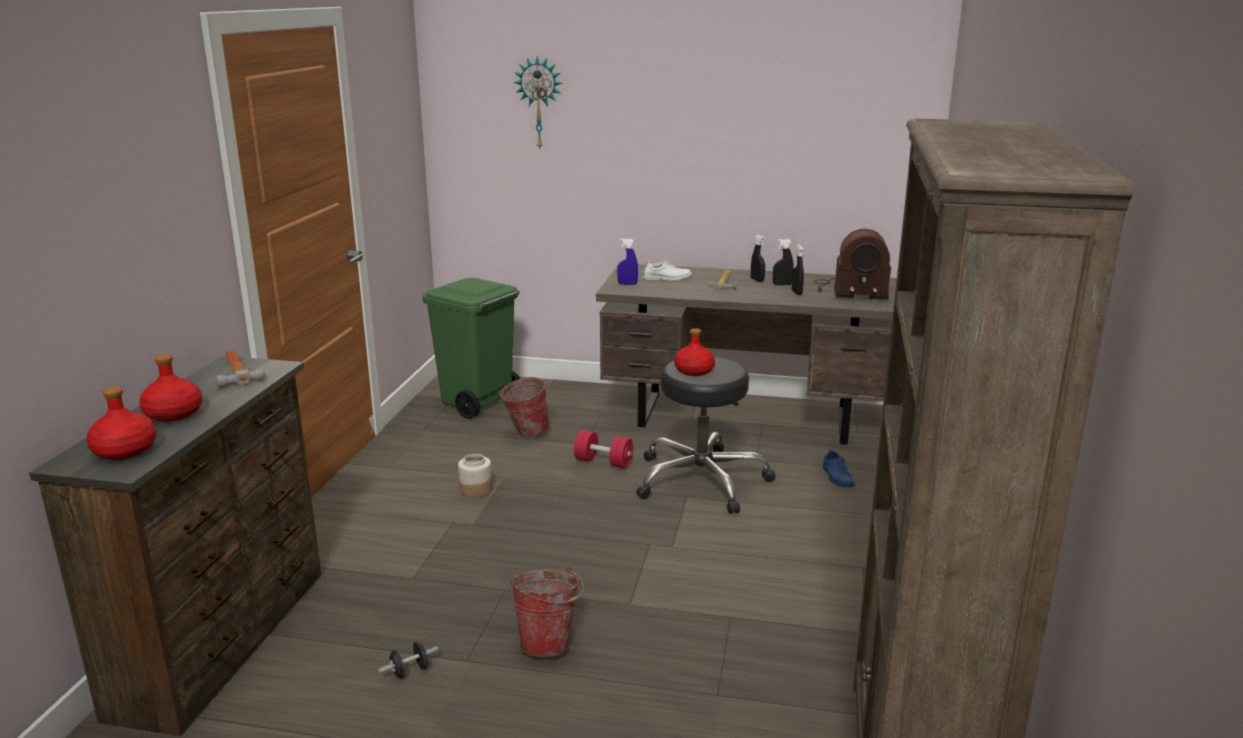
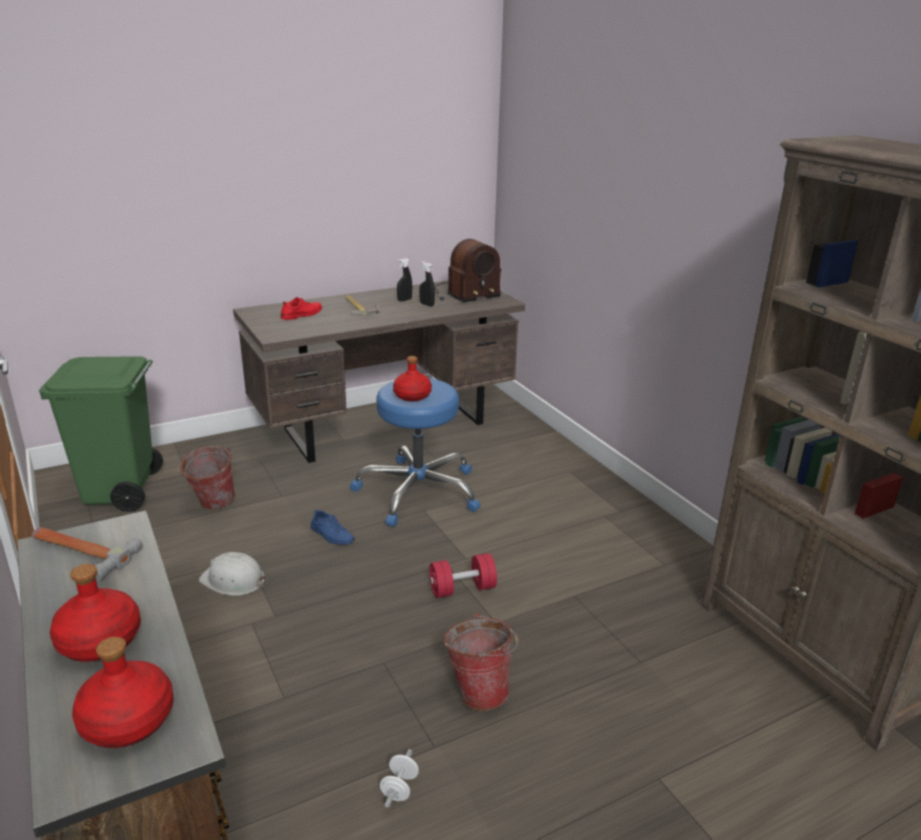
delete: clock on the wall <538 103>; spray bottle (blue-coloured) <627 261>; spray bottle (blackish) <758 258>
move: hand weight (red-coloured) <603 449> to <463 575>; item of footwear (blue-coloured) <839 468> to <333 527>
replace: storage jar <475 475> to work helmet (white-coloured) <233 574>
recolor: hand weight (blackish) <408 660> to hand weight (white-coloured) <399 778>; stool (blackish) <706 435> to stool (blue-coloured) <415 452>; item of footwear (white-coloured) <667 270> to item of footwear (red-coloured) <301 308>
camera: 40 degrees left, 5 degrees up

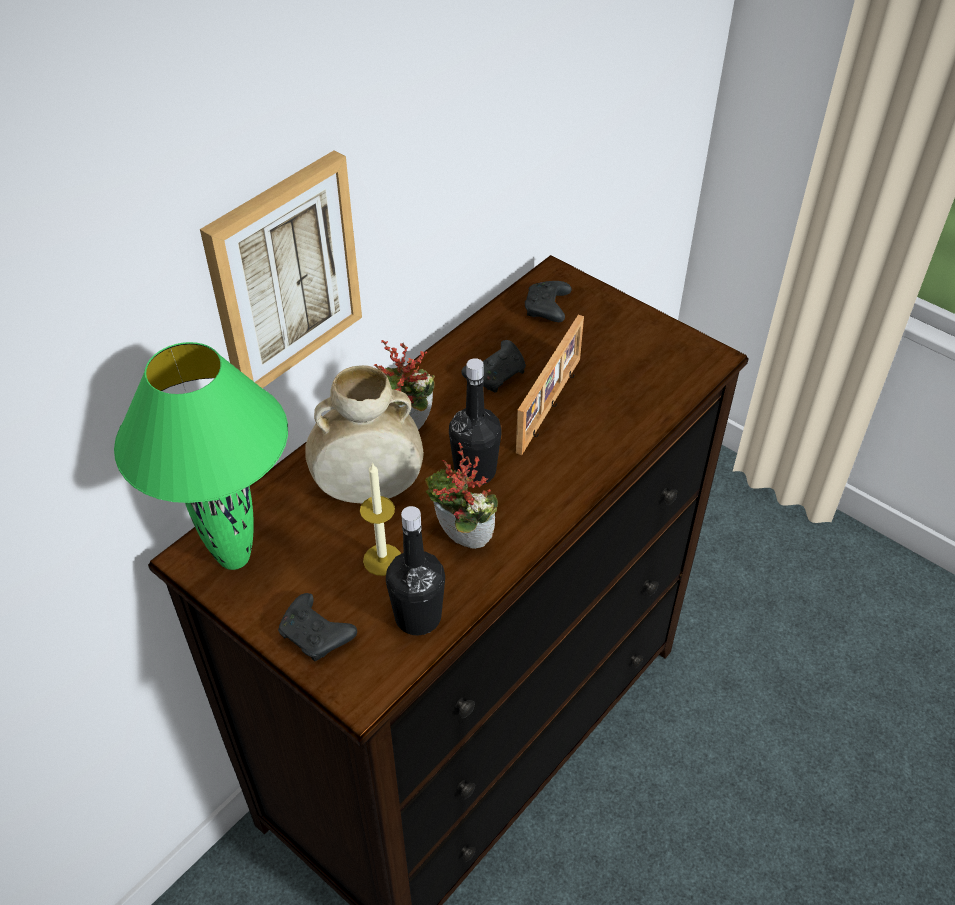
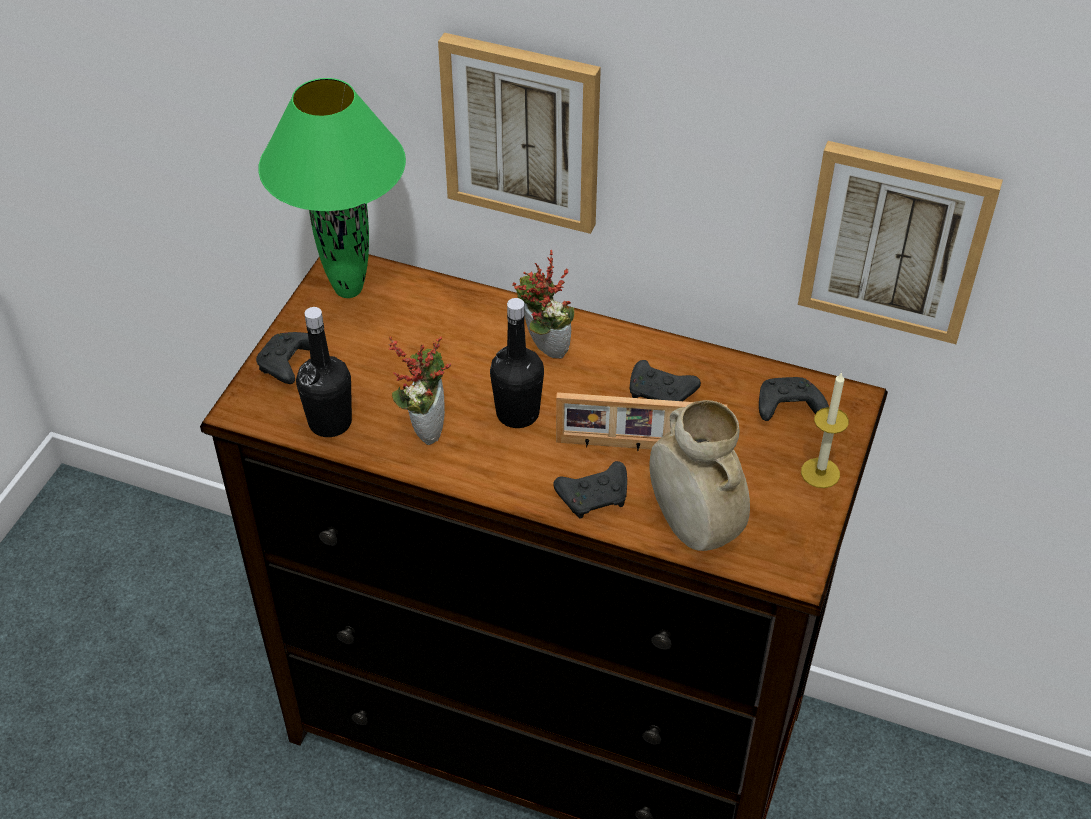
insert: game controller (blackish) <590 490>; wall picture <900 242>
move: vase (beige) <364 434> to <700 475>; candle <380 519> to <825 430>
camera: 70 degrees right, 0 degrees up

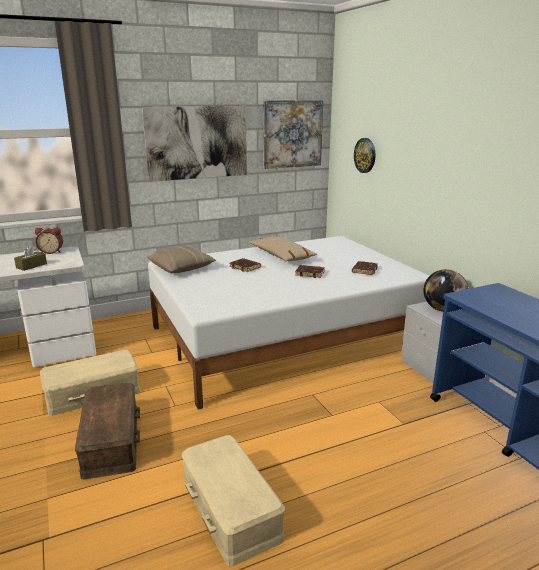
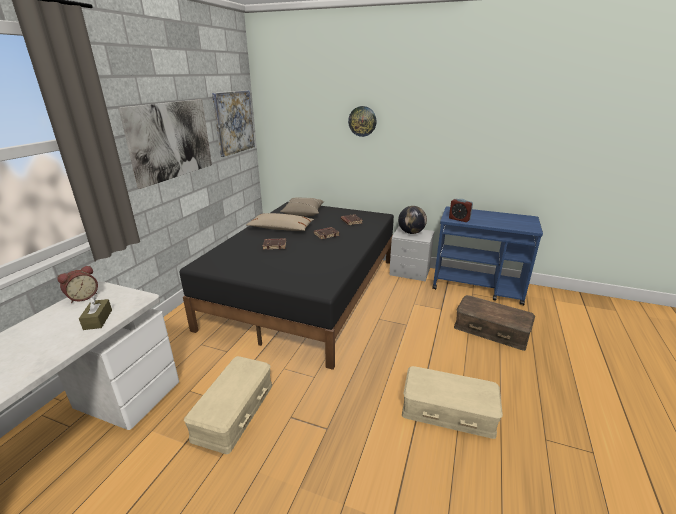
insert: bedside clock <461 210>
move: storage container (brown) <107 431> to <494 323>; throw pillow (beige) <181 259> to <302 206>; clock on the wall <365 155> to <362 121>
recolor: sleeping bed (white-coloured) <288 323> to sleeping bed (blackish) <287 286>
camera: 45 degrees left, 5 degrees up

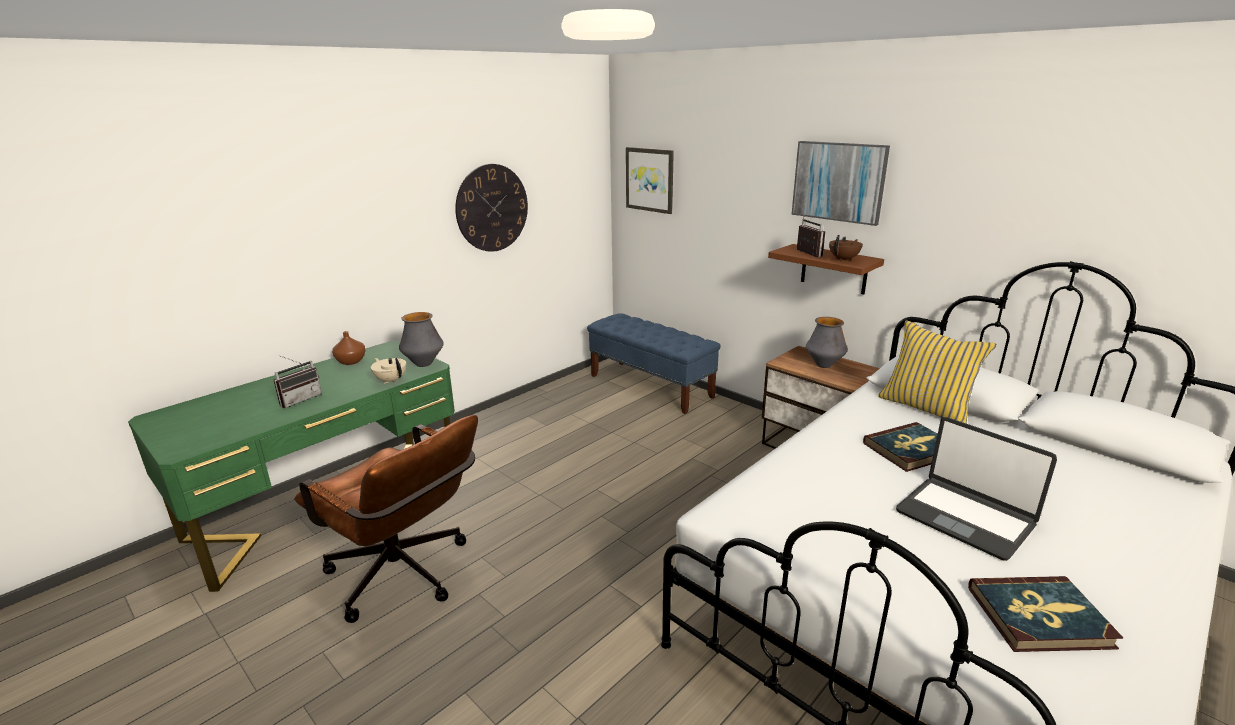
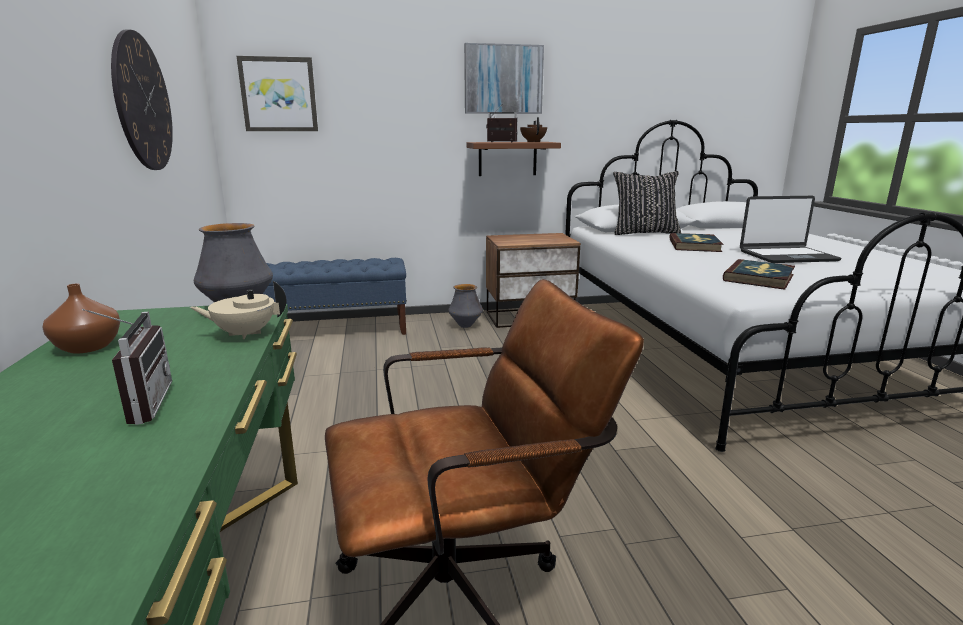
move: vase <827 342> to <465 306>; bound book <1045 614> to <759 274>
recolor: throw pillow (yellow) <937 371> to throw pillow (blackish) <647 203>
camera: 55 degrees left, 5 degrees down

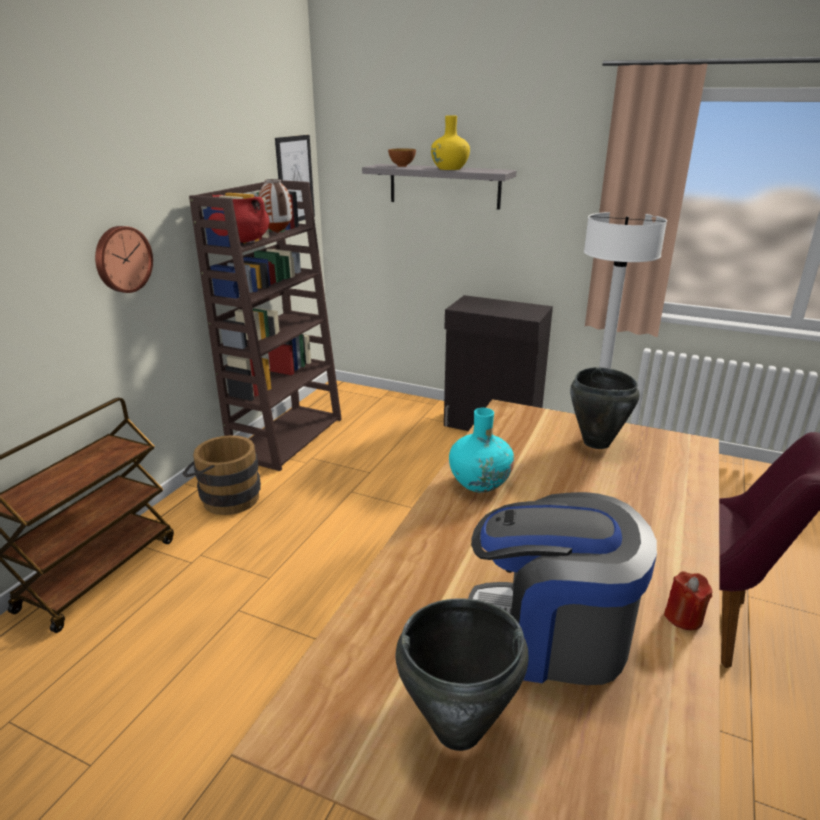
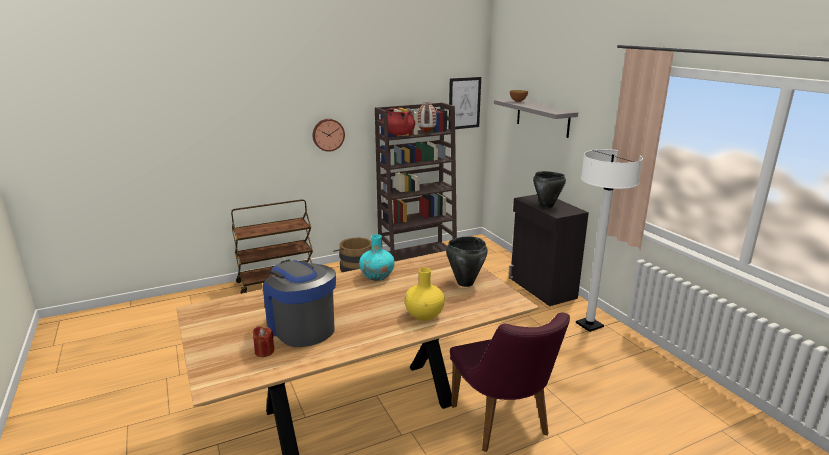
move: saucepot (blackish) <462 674> to <549 189>; vase (yellow) <450 143> to <424 294>; candle (red-coloured) <688 600> to <263 341>
camera: 40 degrees right, 5 degrees down

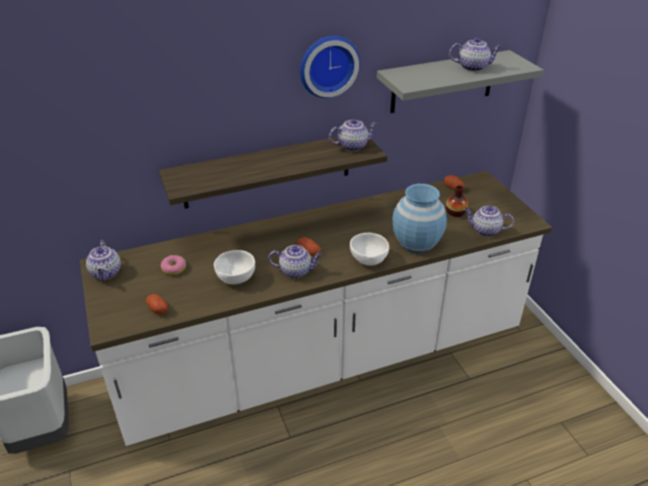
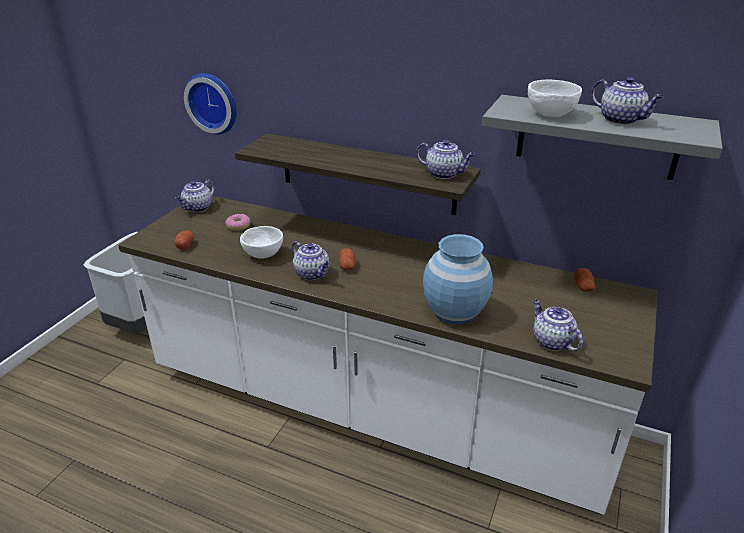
delete: vase <457 201>
move: clock on the wall <330 67> to <210 103>; serving bowl (white-coloured) <369 249> to <555 98>
camera: 45 degrees right, 5 degrees down

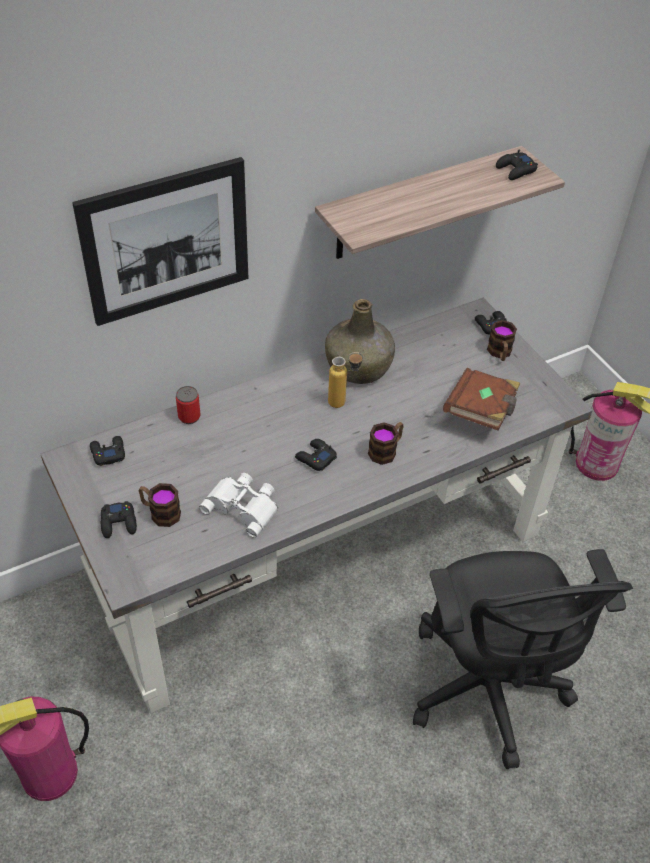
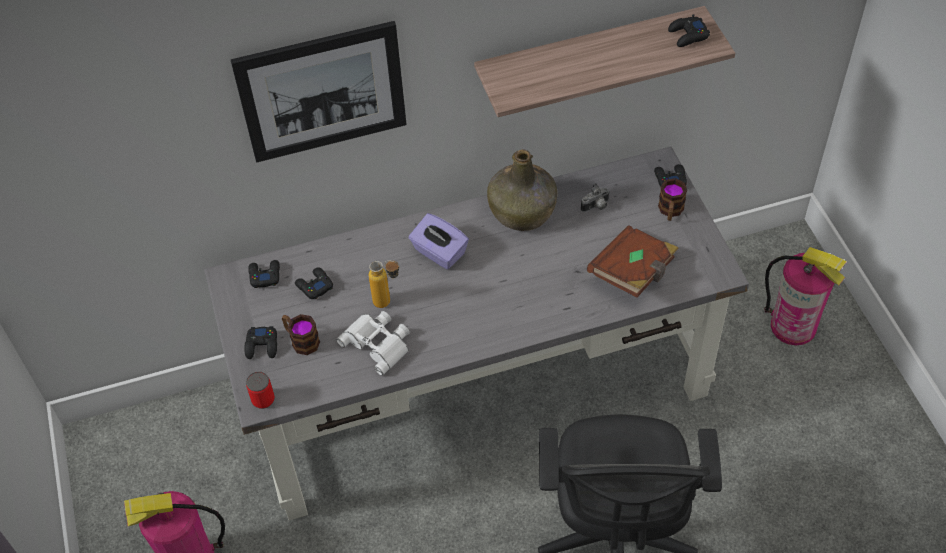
delete: coffee mug <385 443>
insert: box of tissues (purple) <439 241>; still camera <595 197>
move: sealed can <188 405> to <260 390>; game controller (blackish) <316 455> to <314 283>; beverage bottle <346 380> to <384 284>
camera: 15 degrees right, 5 degrees up

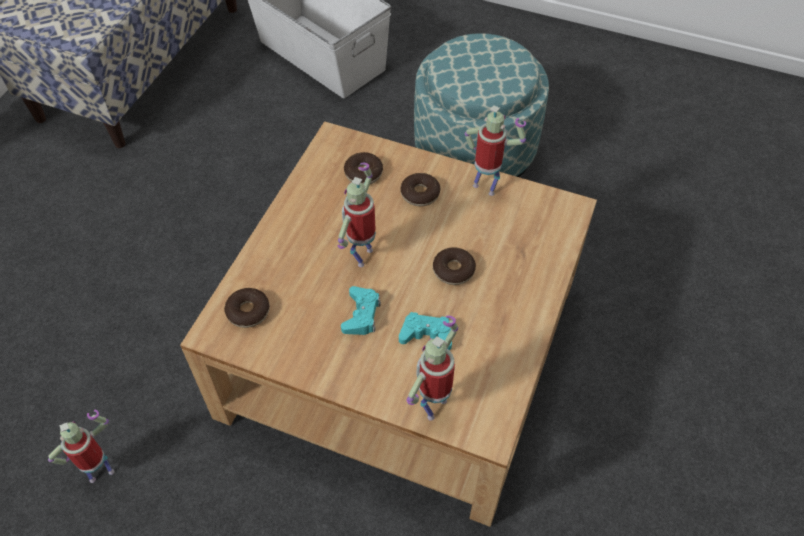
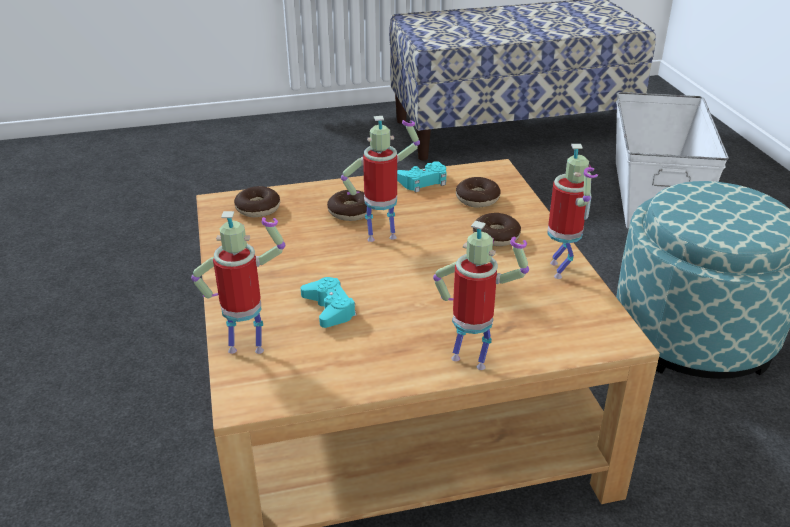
move: model robot <81 446> to <481 295>; game controller (turquoise-coloured) <361 310> to <422 177>; ring doughnut <454 266> to <349 205>
camera: 55 degrees right, 20 degrees down

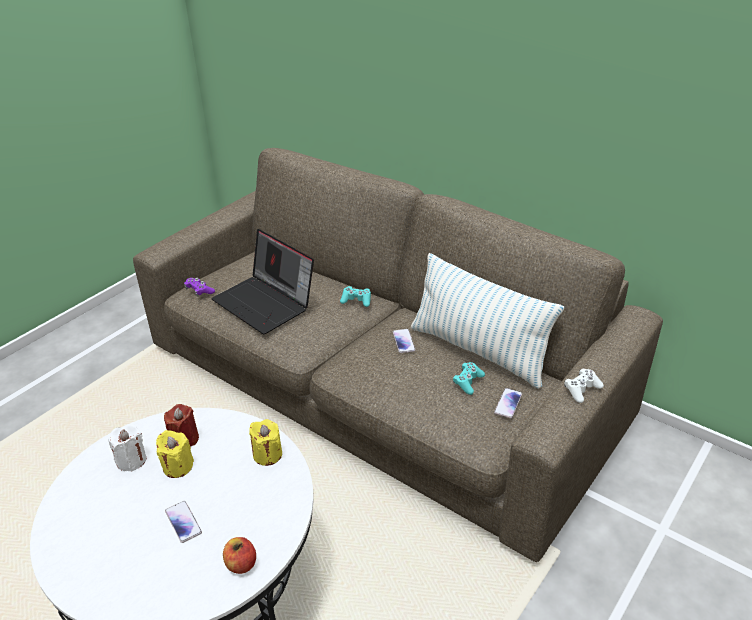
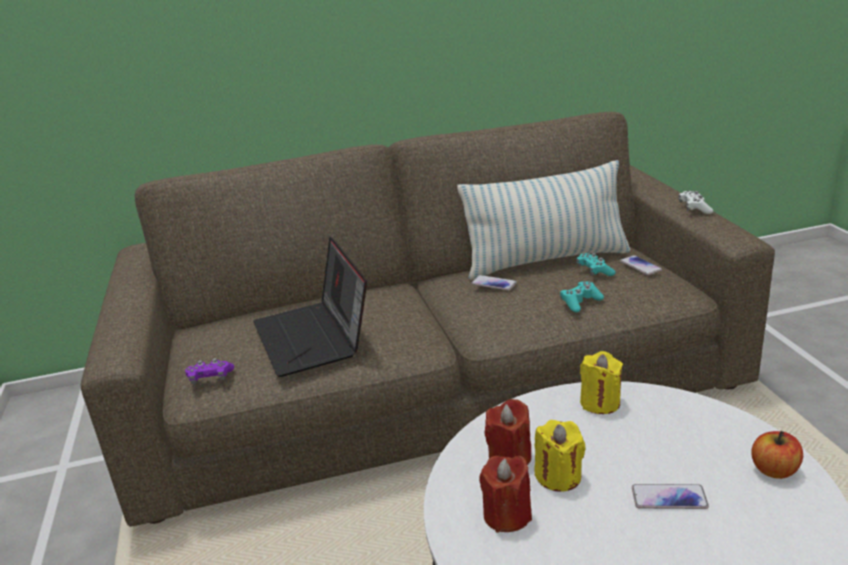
move: game controller (turquoise-coloured) <355 296> to <582 296>
recolor: candle (white-coloured) <127 448> to candle (red-coloured) <505 494>
rotate: notebook computer <262 281> = <310 307> 75 degrees clockwise
camera: 50 degrees left, 10 degrees down

